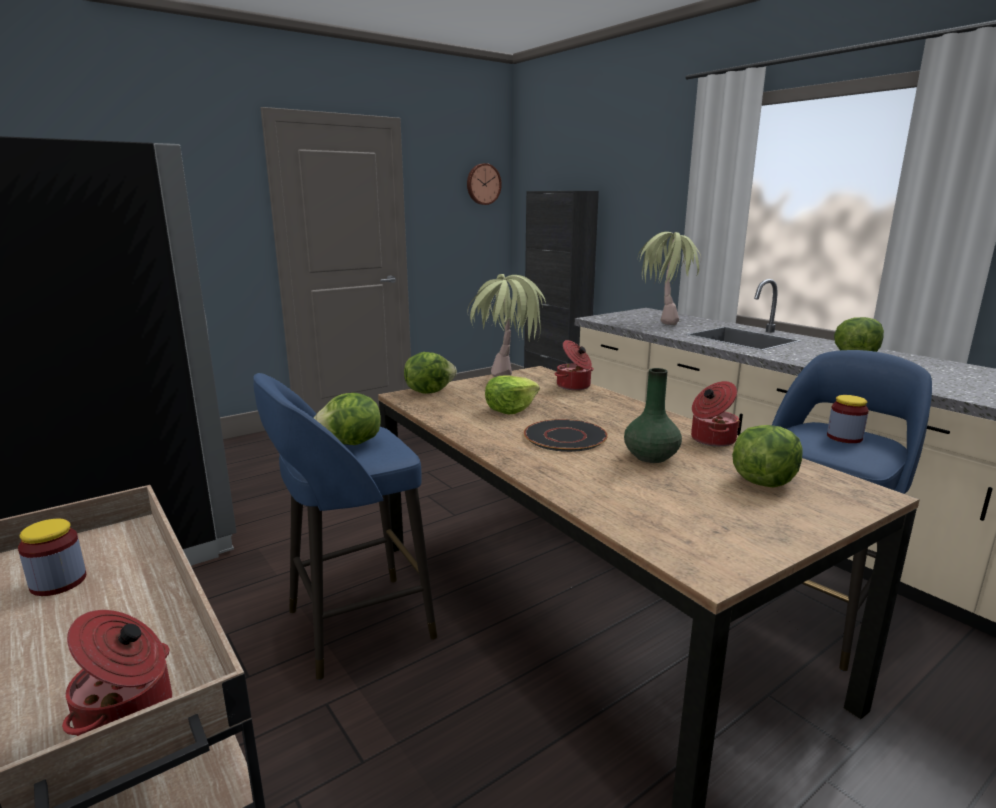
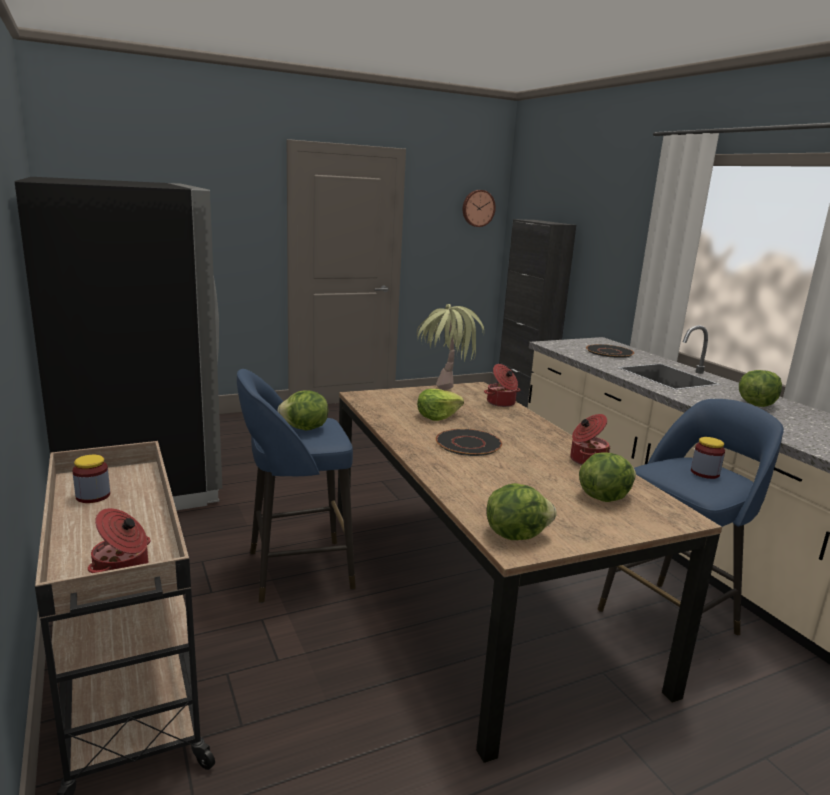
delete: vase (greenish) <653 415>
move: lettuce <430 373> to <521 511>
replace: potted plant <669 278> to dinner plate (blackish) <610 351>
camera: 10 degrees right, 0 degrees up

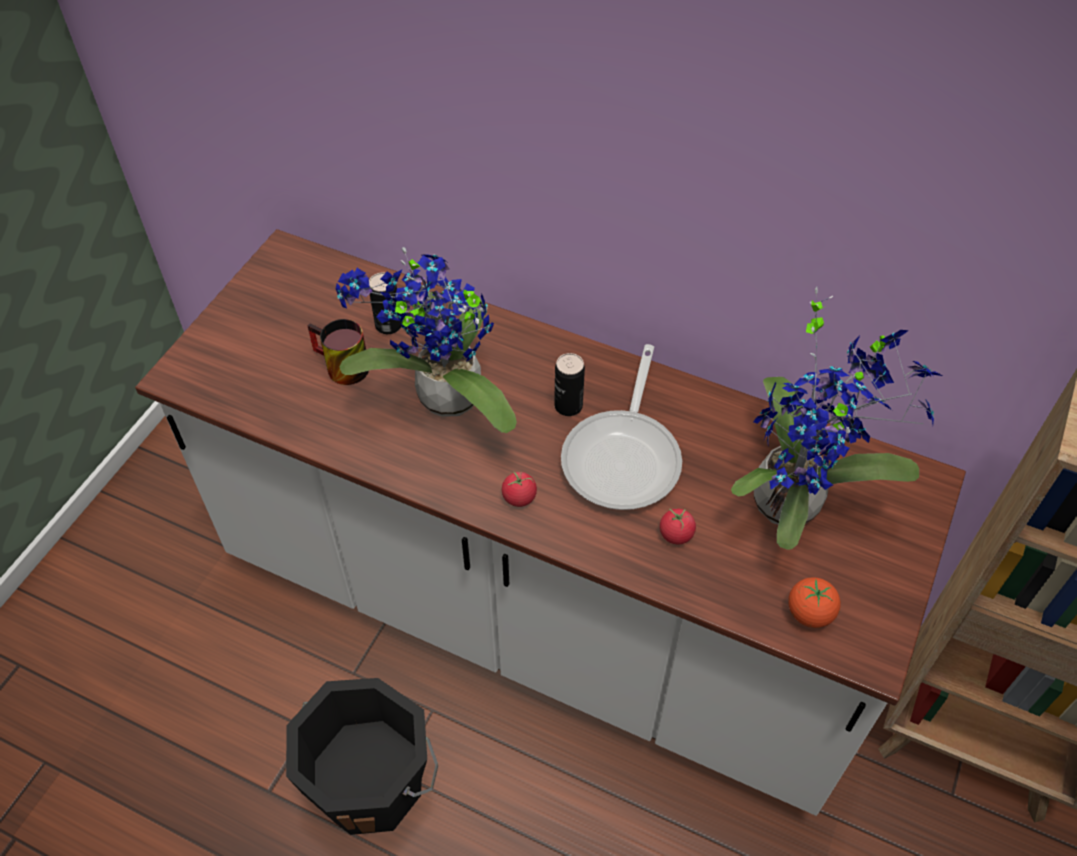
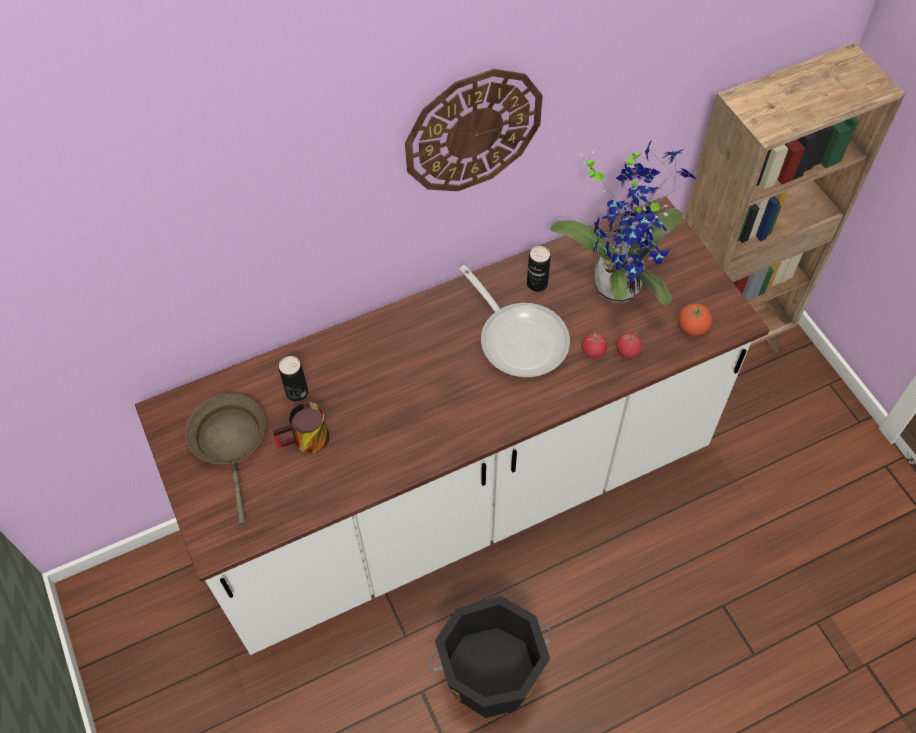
delete: potted plant <426 340>
insert: skillet (brown) <225 459>; clock on the wall <474 130>
move: tomato <519 489> to <629 345>; sealed can <569 384> to <539 269>
camera: 50 degrees left, 5 degrees up

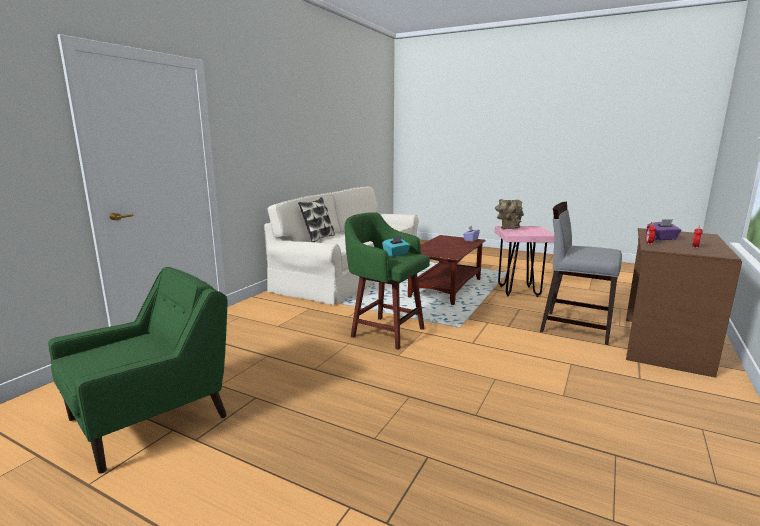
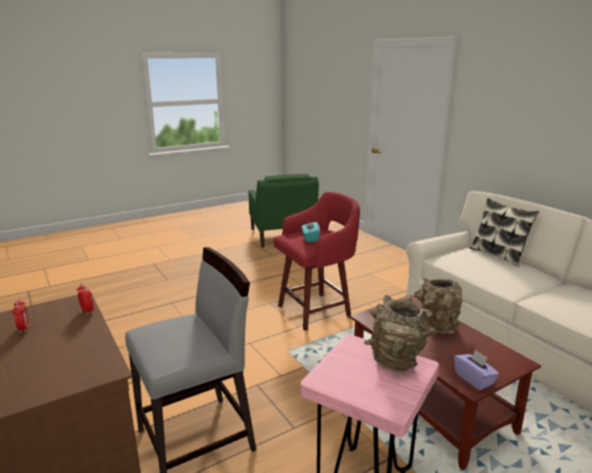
delete: box of tissues (purple) <664 229>
insert: vase (brown) <438 306>
recolor: stool (greenish) <387 281> to stool (red-coloured) <317 261>
camera: 120 degrees right, 5 degrees up

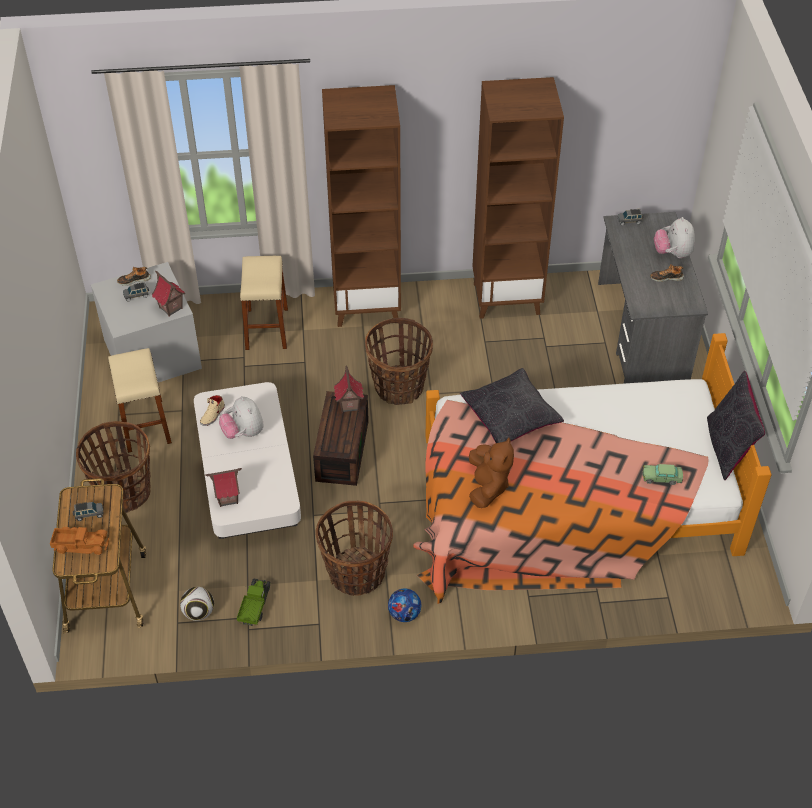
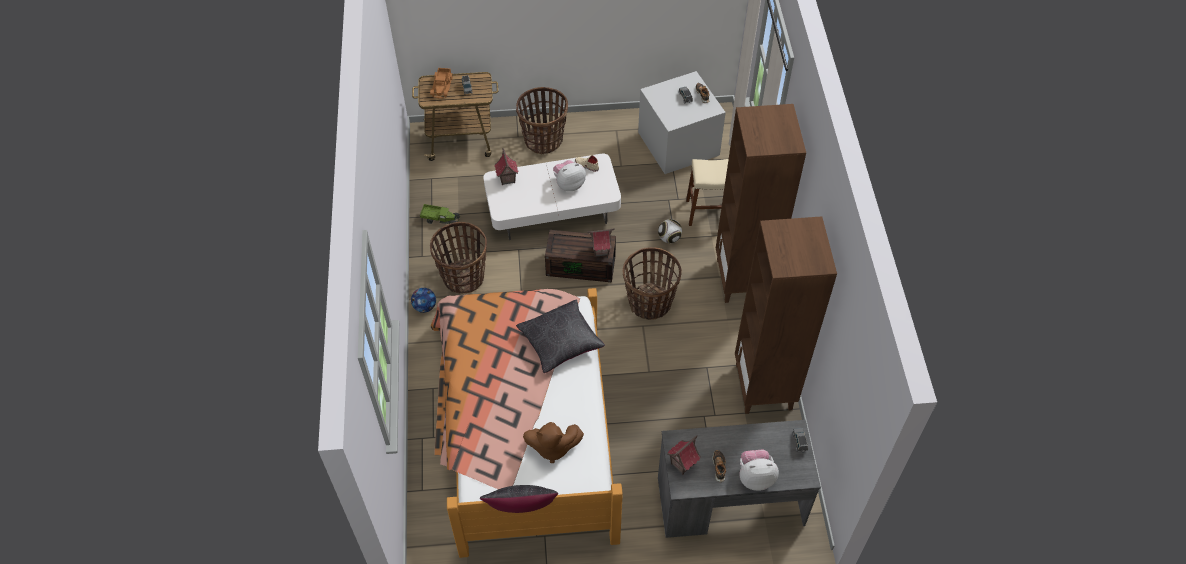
delete: stool (beige) <140 400>; toy car <663 474>
move: toy house <168 294> to <684 455>; football ball <197 604> to <670 231>; soft toy (brown) <491 473> to <553 442>
camera: 90 degrees right, 5 degrees up

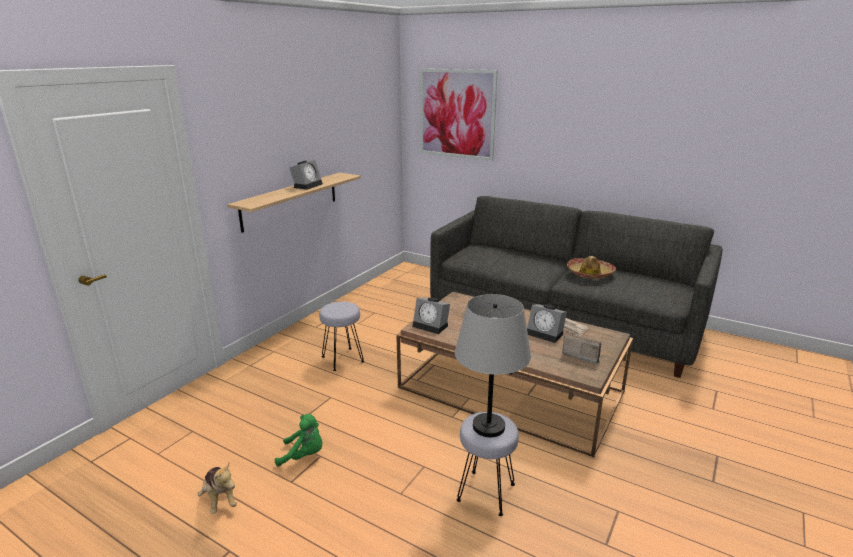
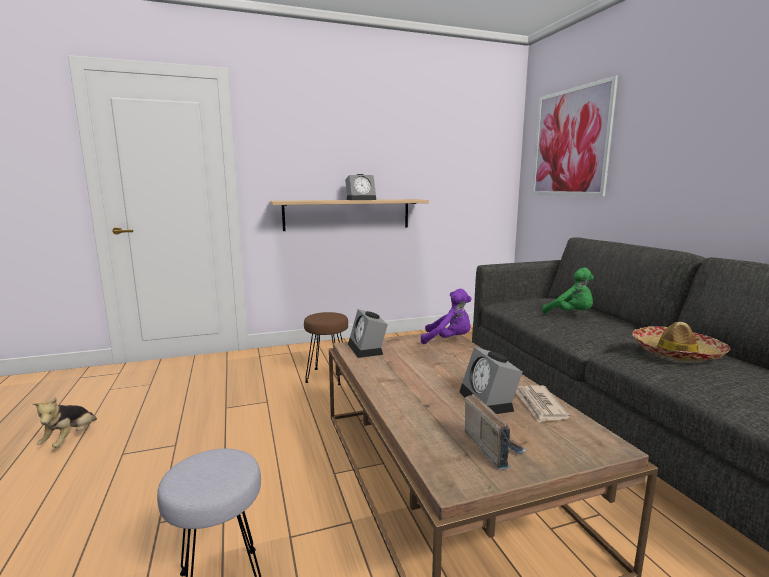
delete: table lamp (gray) <493 365>
insert: soft toy (purple) <446 316>
move: soft toy (greenish) <298 440> to <568 291>
recolor: stool (gray) <342 336> to stool (brown) <326 348>
camera: 40 degrees right, 10 degrees down

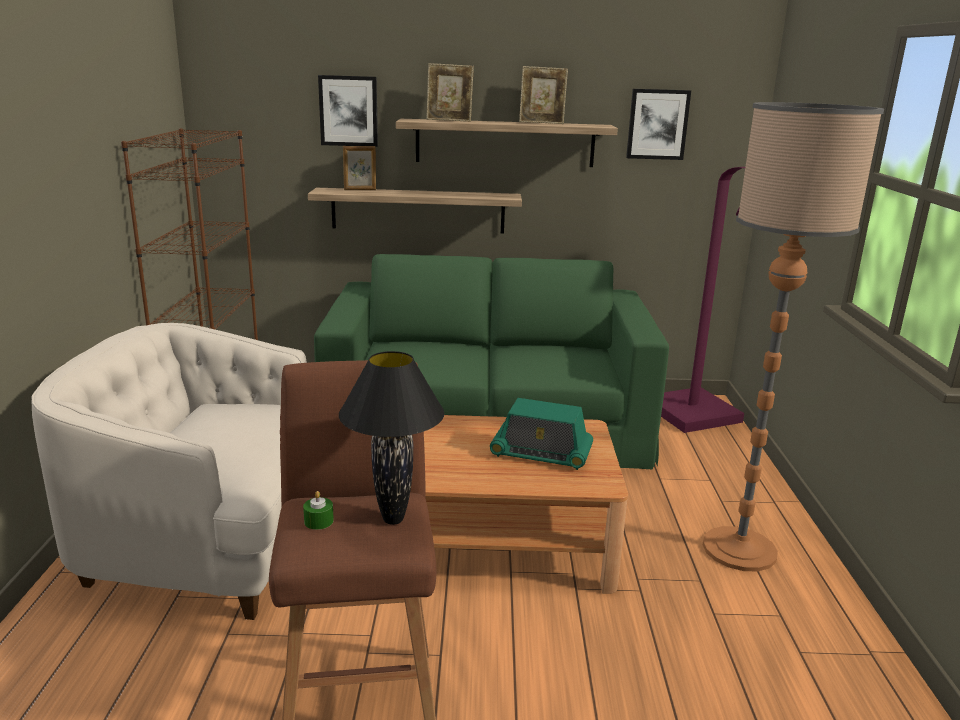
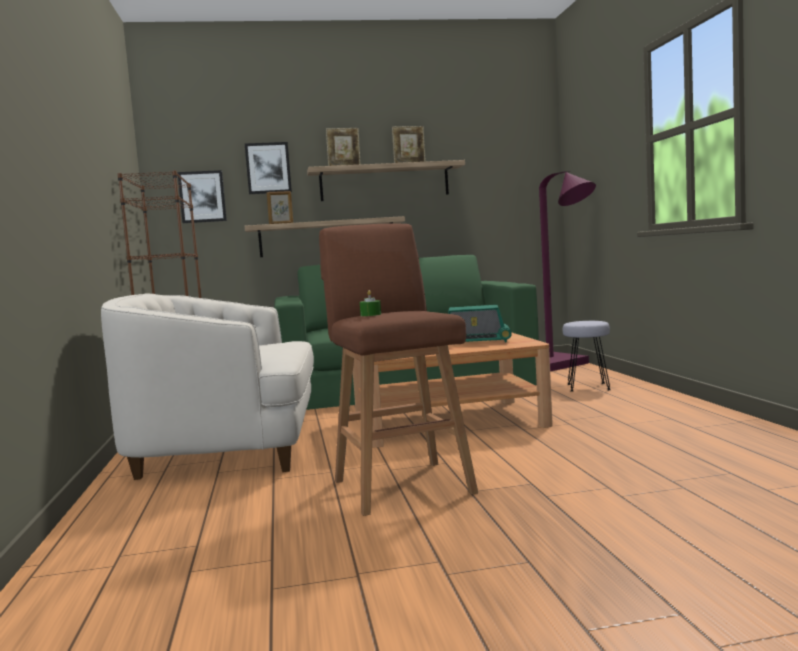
delete: table lamp (blackish) <391 438>; standing lamp <793 337>
insert: stool (gray) <586 356>
move: wall picture <658 124> to <202 196>
camera: 10 degrees left, 15 degrees down

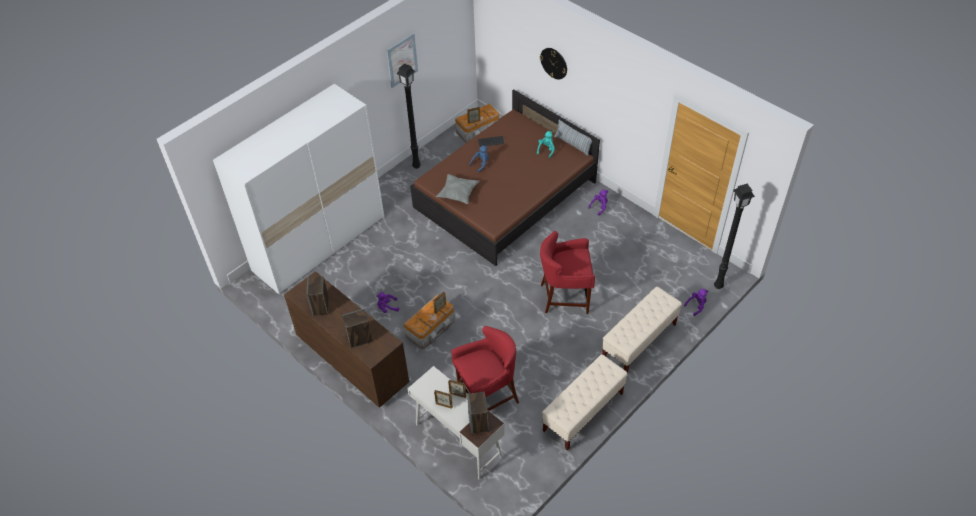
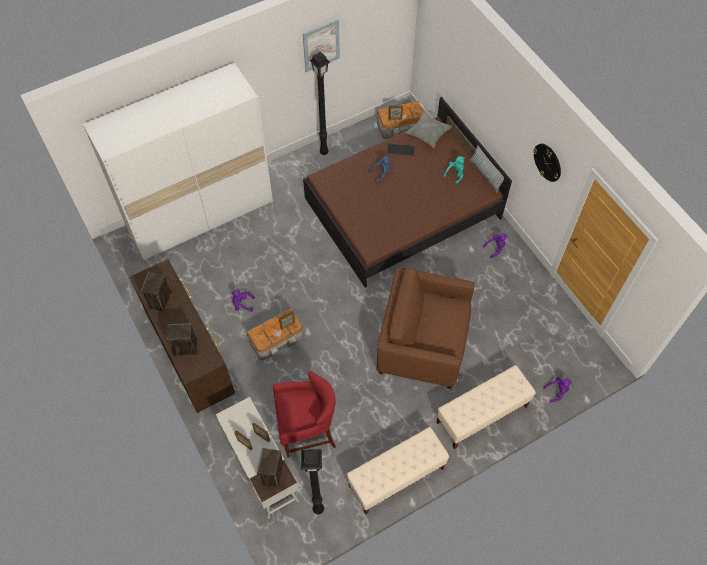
move: throw pillow (gray) <457 189> to <429 130>; clock on the wall <553 63> to <547 163>; standing lamp (blackish) <734 236> to <312 481>
replace: stool (red-coloured) <567 272> to easy chair (brown) <426 328>
camera: 15 degrees right, 10 degrees up

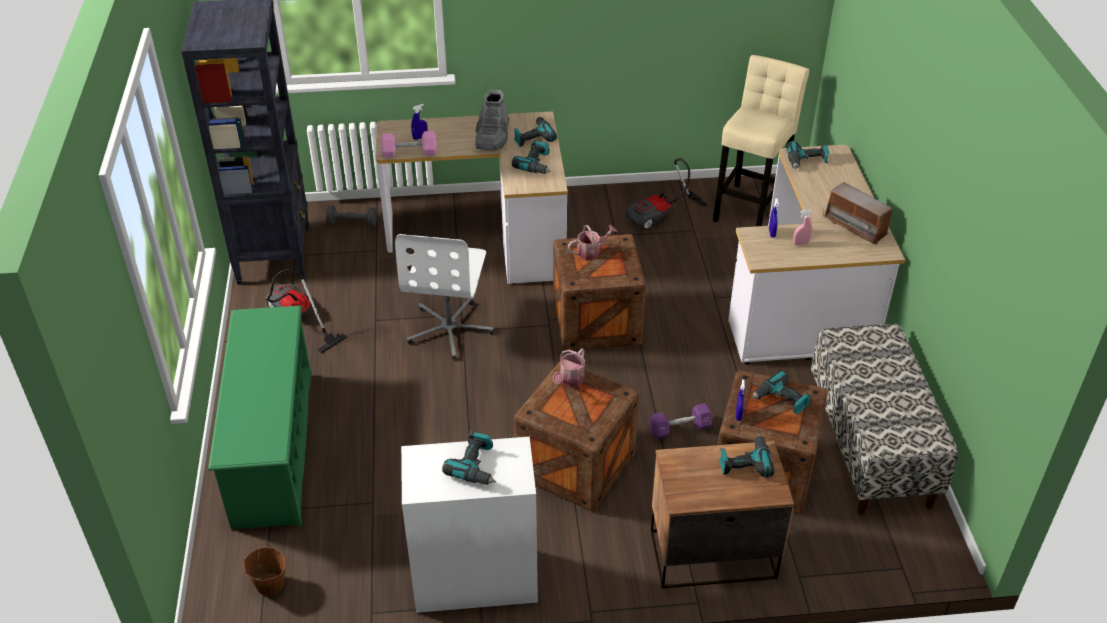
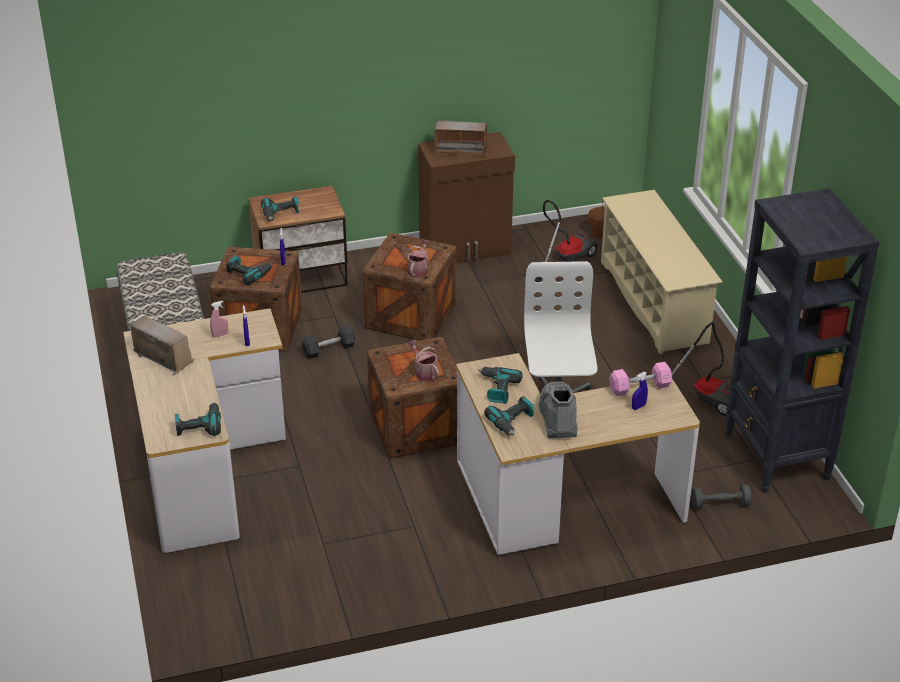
delete: stool (beige) <761 140>
move: hoover <667 194> to <561 241>
replace: electric drill <469 458> to radio <461 138>
recolor: shoe shelf (greenish) <260 417> to shoe shelf (beige) <662 272>; cabinet (white-coloured) <469 525> to cabinet (brown) <466 197>; hand weight (purple) <680 421> to hand weight (blackish) <328 342>
rotate: watering can <592 242> = <423 360> 90 degrees clockwise
camera: 170 degrees right, 5 degrees down

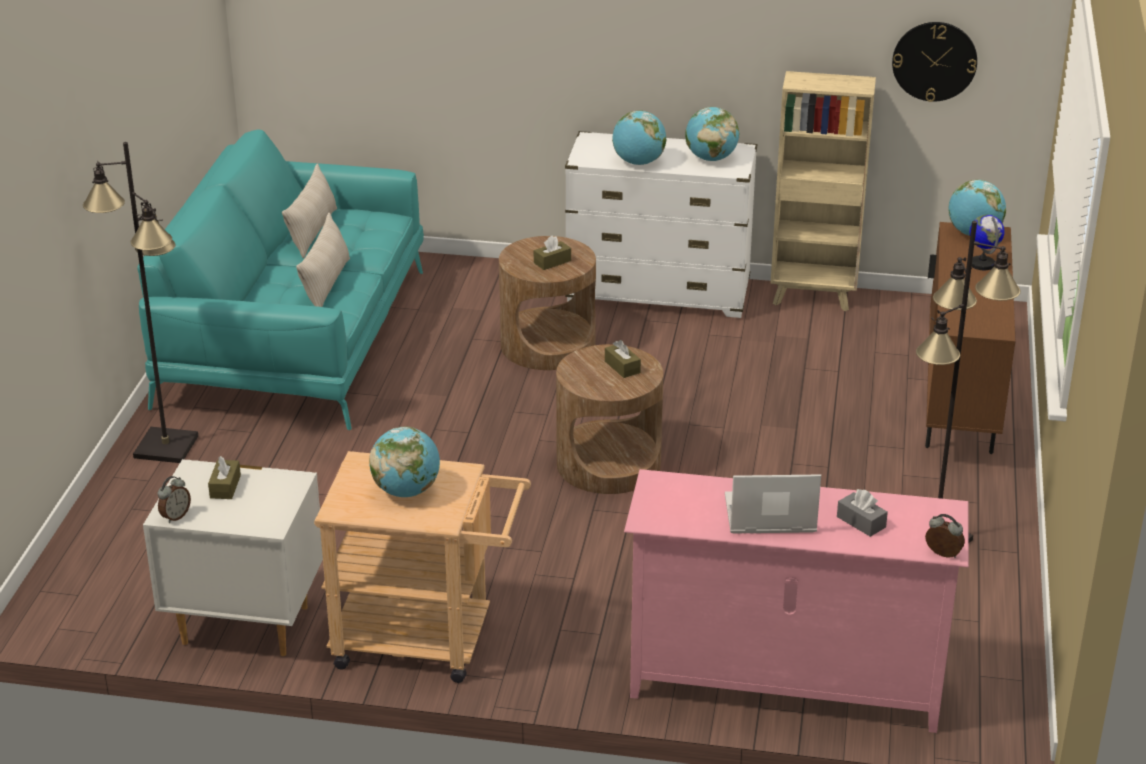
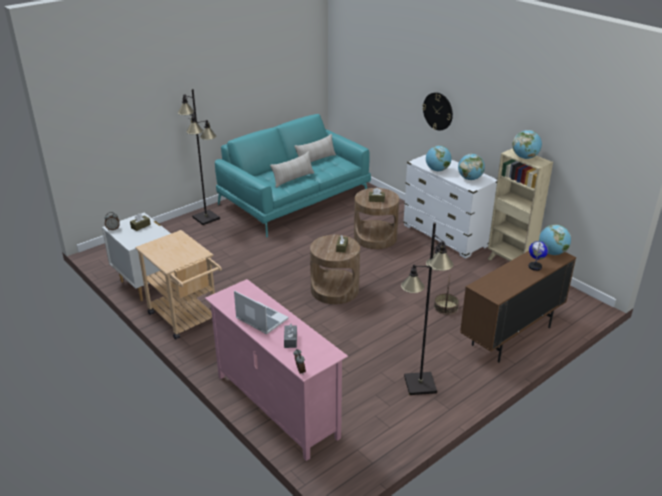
insert: basket <446 294>
move: world globe <404 462> to <527 144>; clock on the wall <934 62> to <437 111>
camera: 40 degrees right, 0 degrees up

